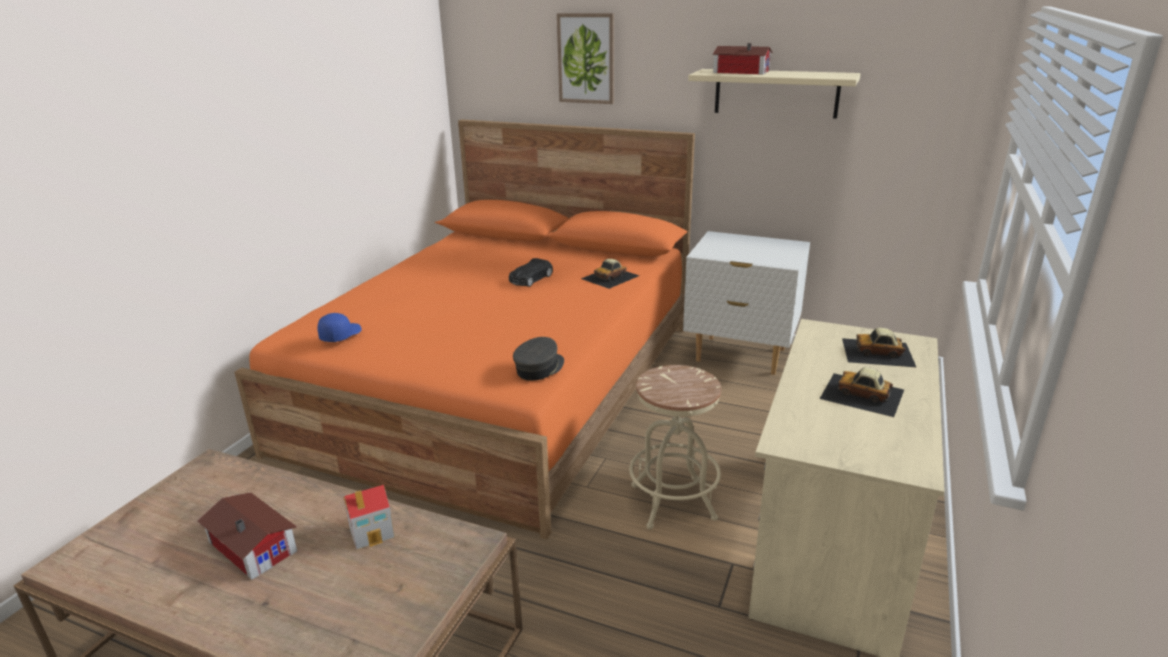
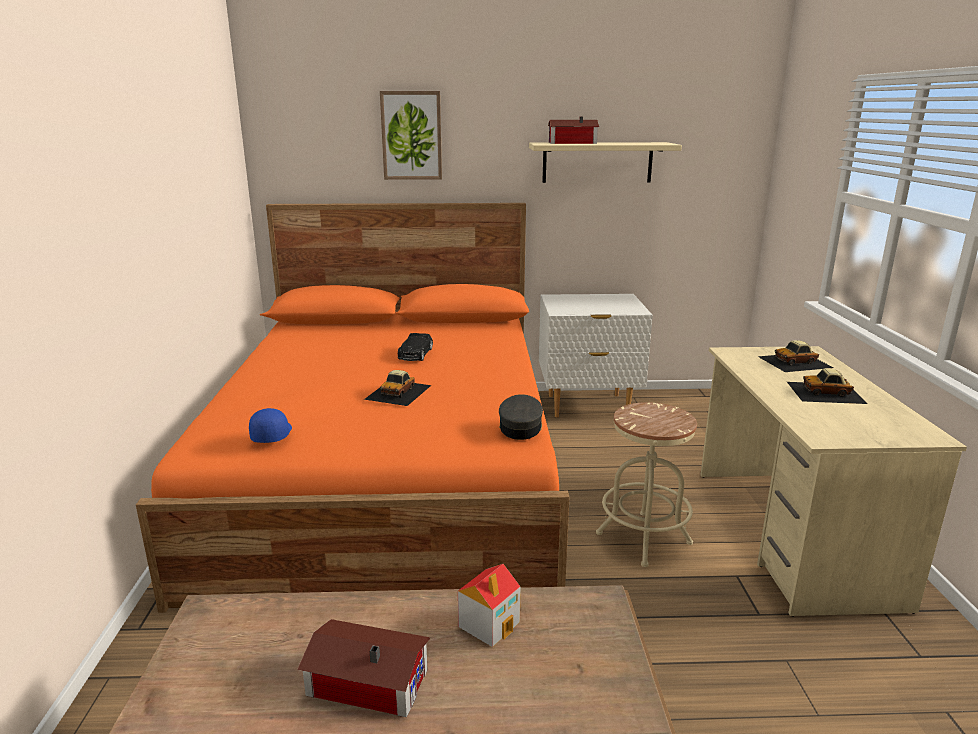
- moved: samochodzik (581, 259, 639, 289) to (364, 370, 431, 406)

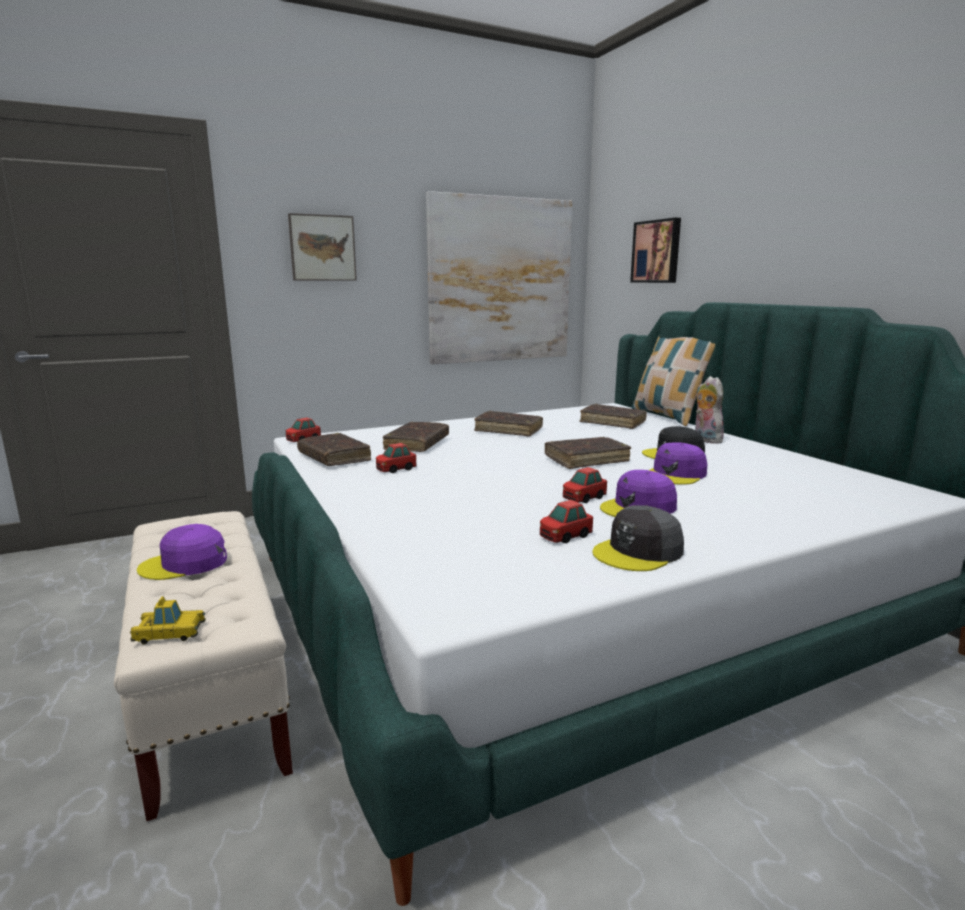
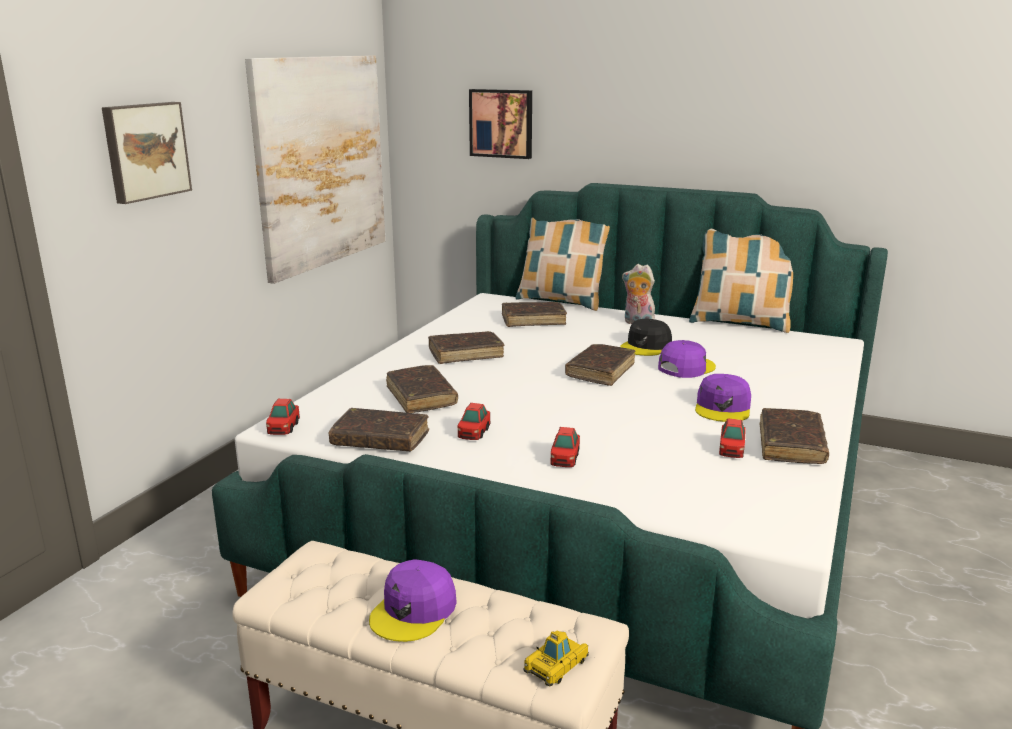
- moved: samochodzik (563, 467, 607, 503) to (551, 427, 580, 467)
- turned: czapka z daszkiem [fioletowy] (649, 442, 707, 485) = (658, 340, 716, 378) 135 degrees counterclockwise
- added: poduszka (689, 229, 793, 333)
- replaced: czapka z daszkiem [szary] (592, 505, 684, 571) to książka [brązowy] (759, 408, 829, 464)

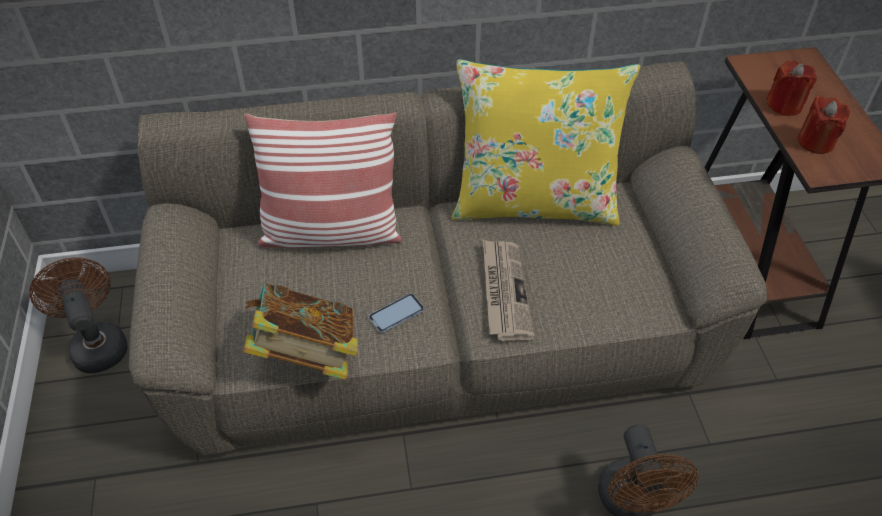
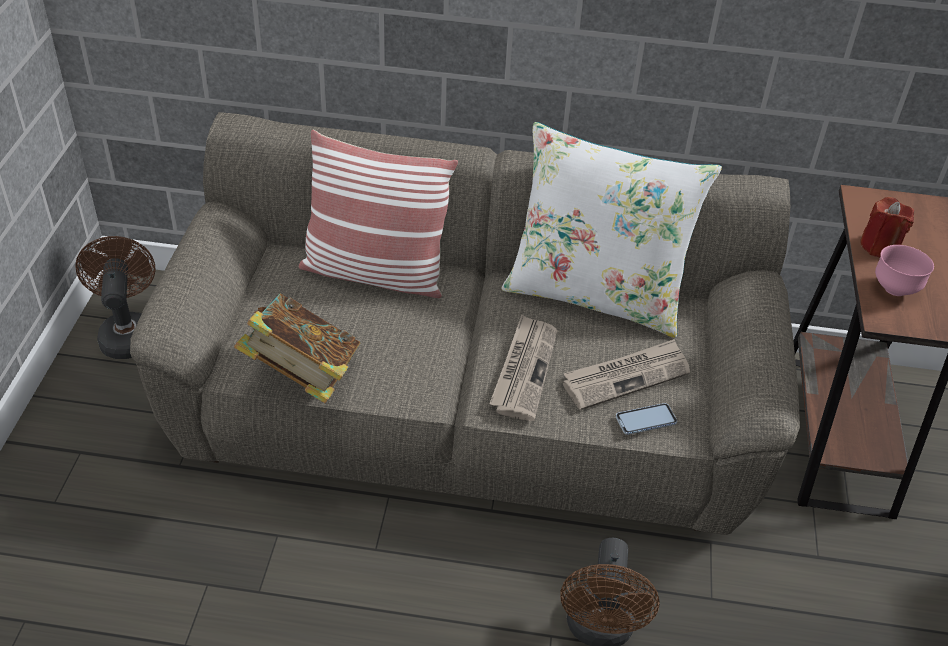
- recoloured: poduszka [żółty] (452, 59, 640, 226) to poduszka [biały] (501, 122, 722, 338)
- added: gazeta (562, 339, 690, 410)
- moved: telefon (369, 293, 424, 333) to (616, 403, 677, 435)
- replaced: świeca [czerwony] (798, 95, 850, 154) to miska [różowy] (875, 245, 934, 296)

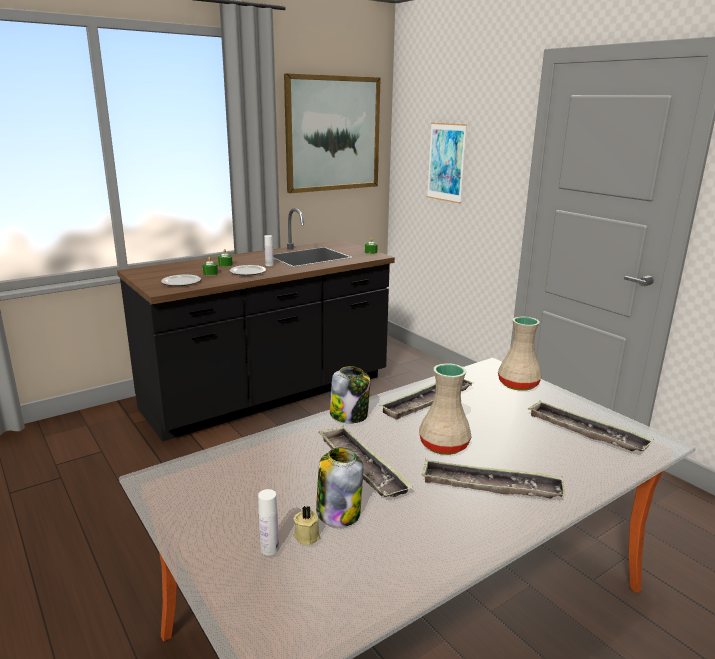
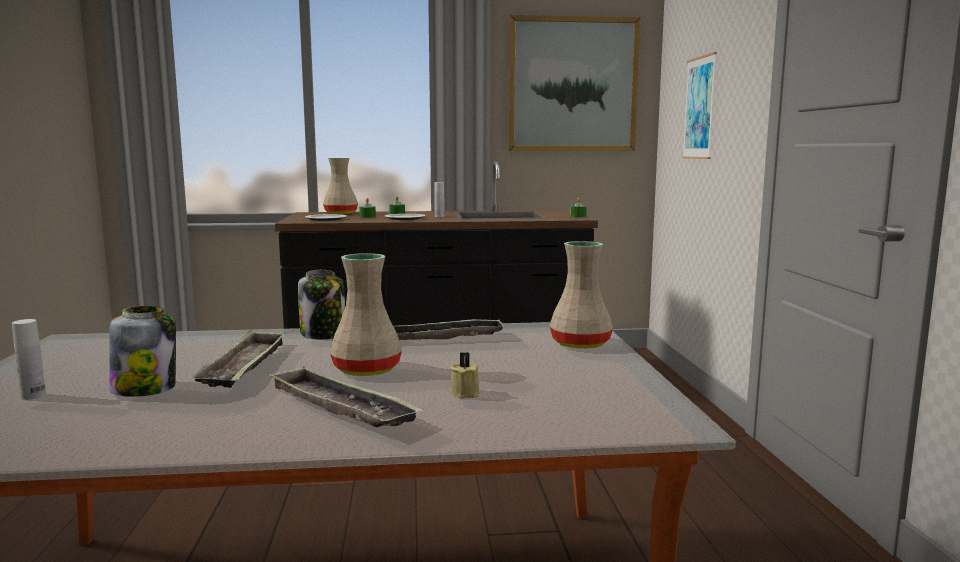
- added: wazon [beżowy] (323, 158, 358, 215)
- moved: świeca [beżowy] (294, 506, 320, 546) to (449, 352, 479, 399)
- removed: taca (528, 401, 654, 451)

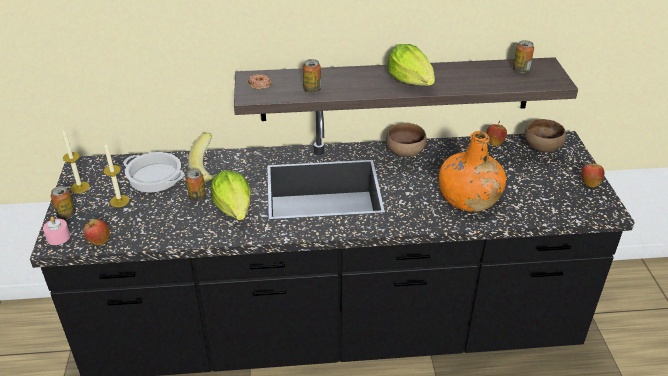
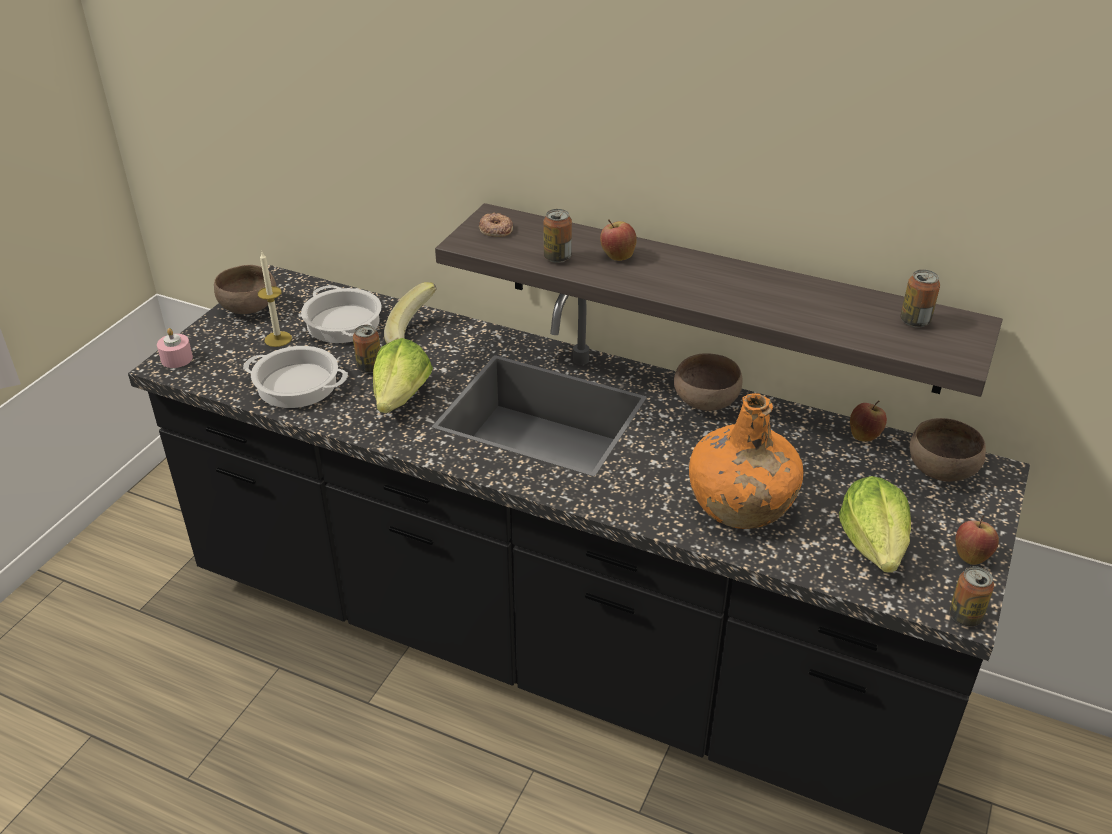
- replaced: świeca (62, 130, 90, 193) to miska [brązowy] (214, 265, 277, 314)
- added: garnek (243, 346, 348, 408)
- moved: jabłko (83, 219, 110, 245) to (600, 219, 637, 261)
- moved: sałata (387, 44, 435, 86) to (839, 476, 911, 573)
- moved: puszka (51, 186, 76, 219) to (949, 566, 994, 626)

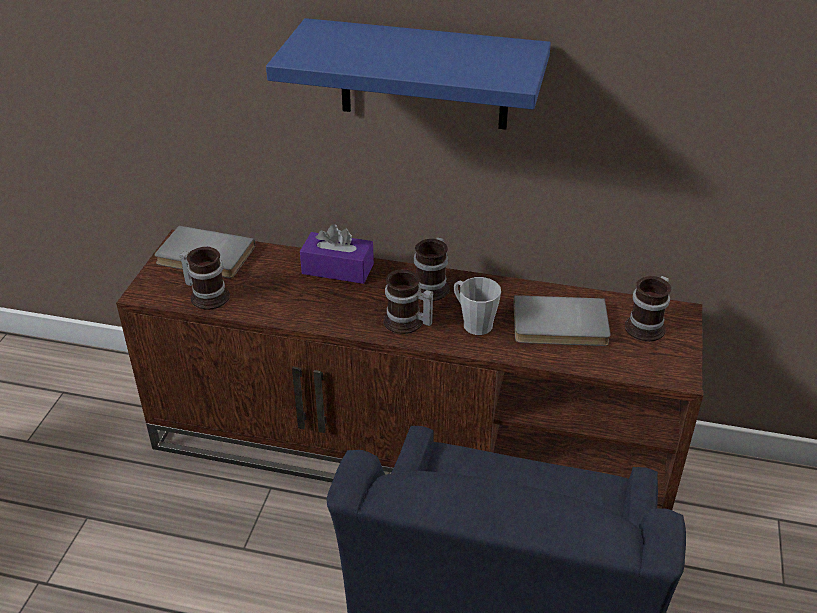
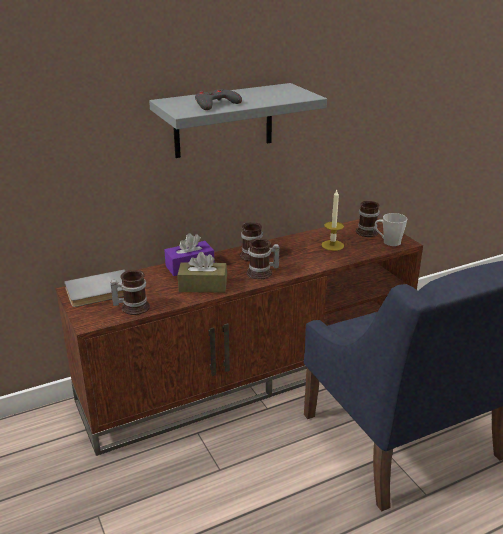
- recoloured: półka [niebieski] (266, 18, 551, 130) to półka [szary] (149, 83, 327, 158)
- added: pudełko chusteczek [brązowy] (178, 252, 227, 293)
- added: pad do gier [szary] (195, 89, 242, 110)
- replaced: książka [szary] (513, 295, 611, 346) to świeca (322, 190, 344, 251)
- moved: kubek [szary] (454, 277, 501, 335) to (375, 213, 408, 246)

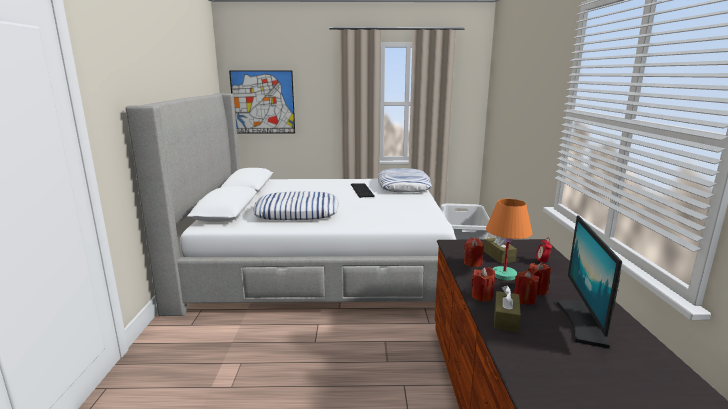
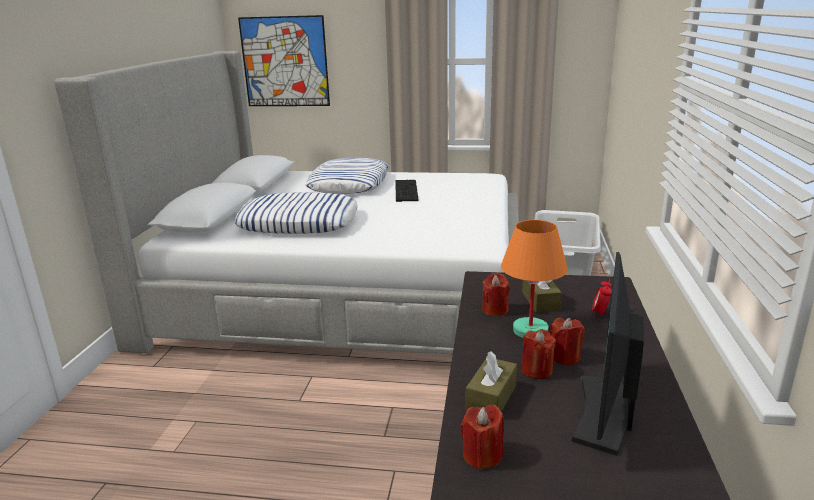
- moved: poduszka (378, 168, 432, 192) to (306, 158, 388, 194)
- moved: świeca [czerwony] (471, 267, 495, 302) to (460, 405, 504, 470)

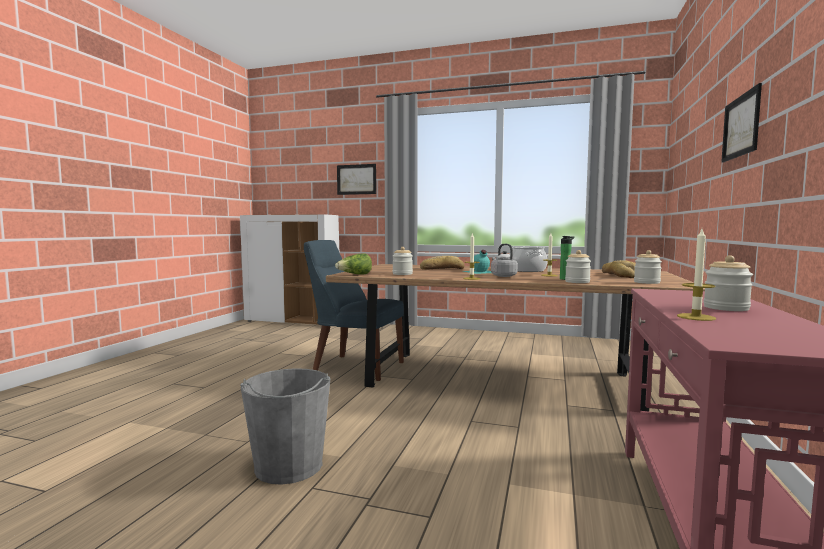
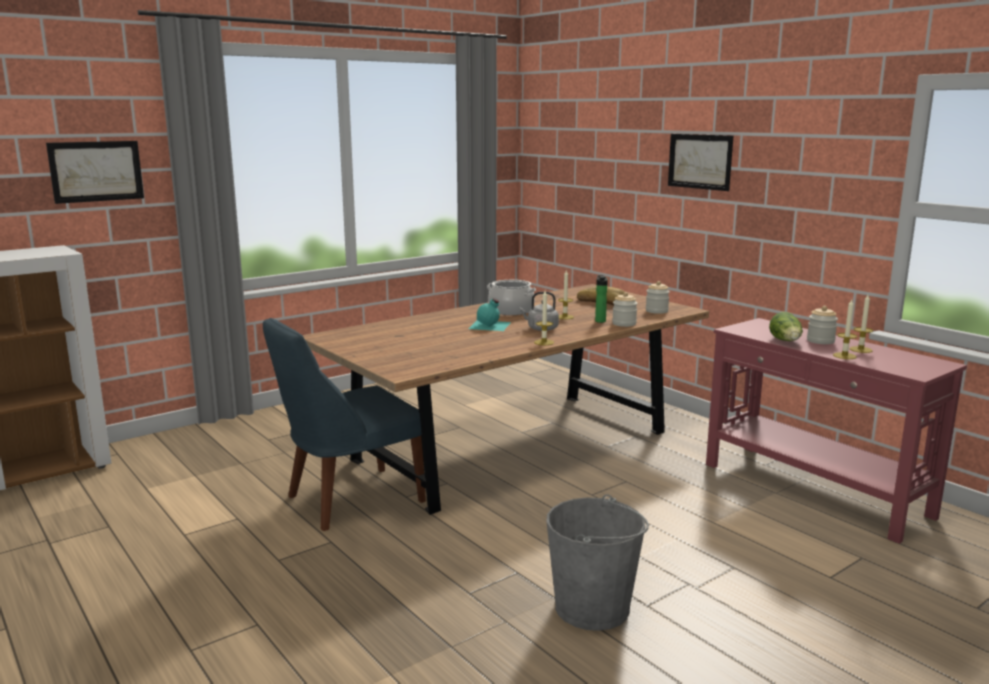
- moved: sałata (335, 253, 372, 274) to (769, 312, 803, 341)
- added: świeca (849, 295, 873, 353)
- removed: słoik (393, 247, 413, 275)
- removed: chleb (420, 256, 464, 270)

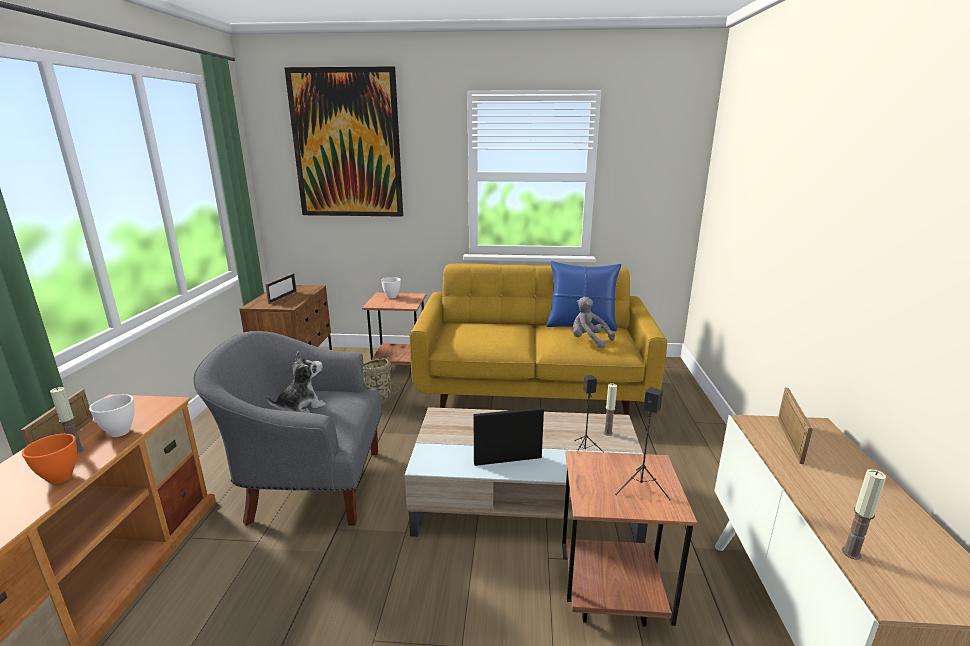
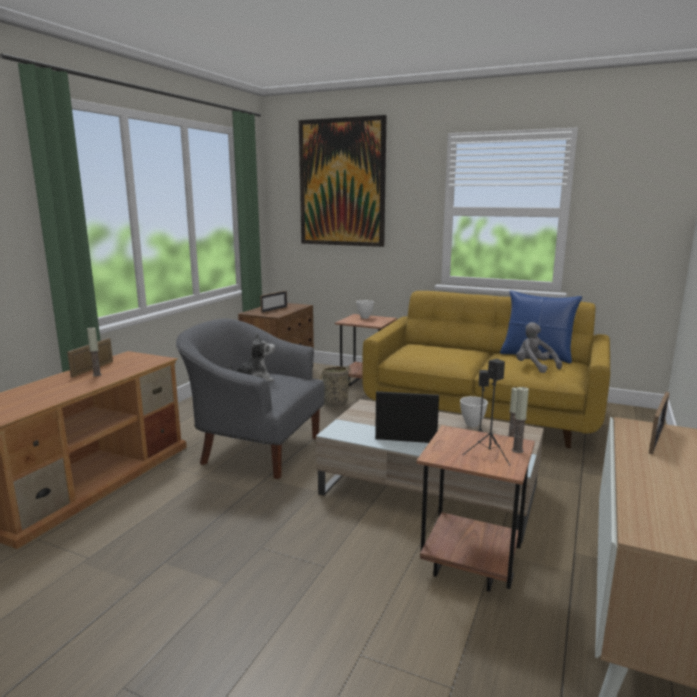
- moved: miska [biały] (89, 394, 134, 437) to (460, 396, 488, 427)
- moved: świeca (842, 469, 886, 560) to (512, 387, 529, 453)
- removed: miska [pomarańczowy] (22, 434, 77, 484)

